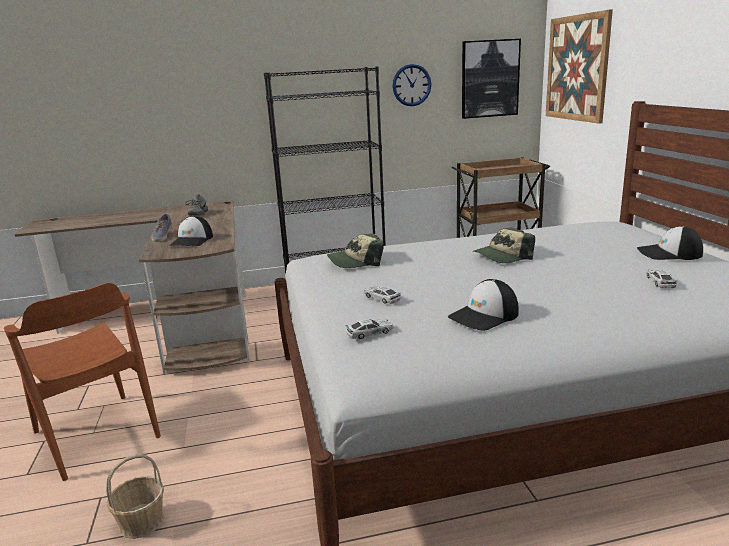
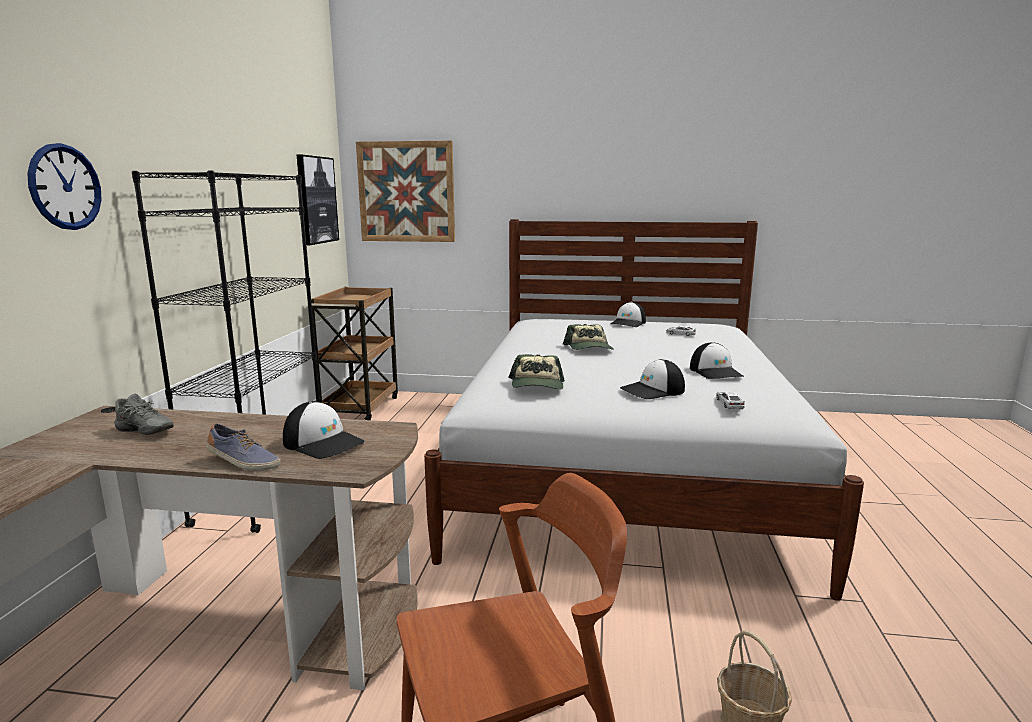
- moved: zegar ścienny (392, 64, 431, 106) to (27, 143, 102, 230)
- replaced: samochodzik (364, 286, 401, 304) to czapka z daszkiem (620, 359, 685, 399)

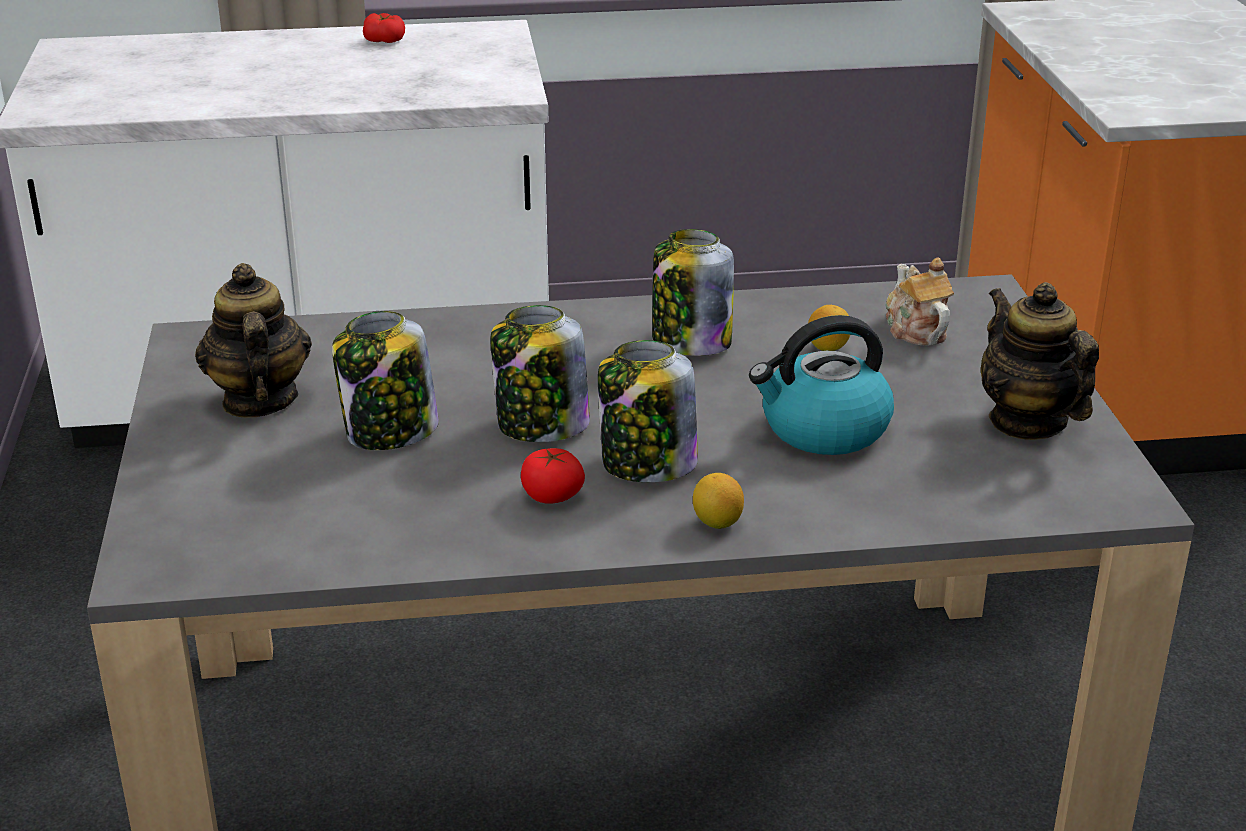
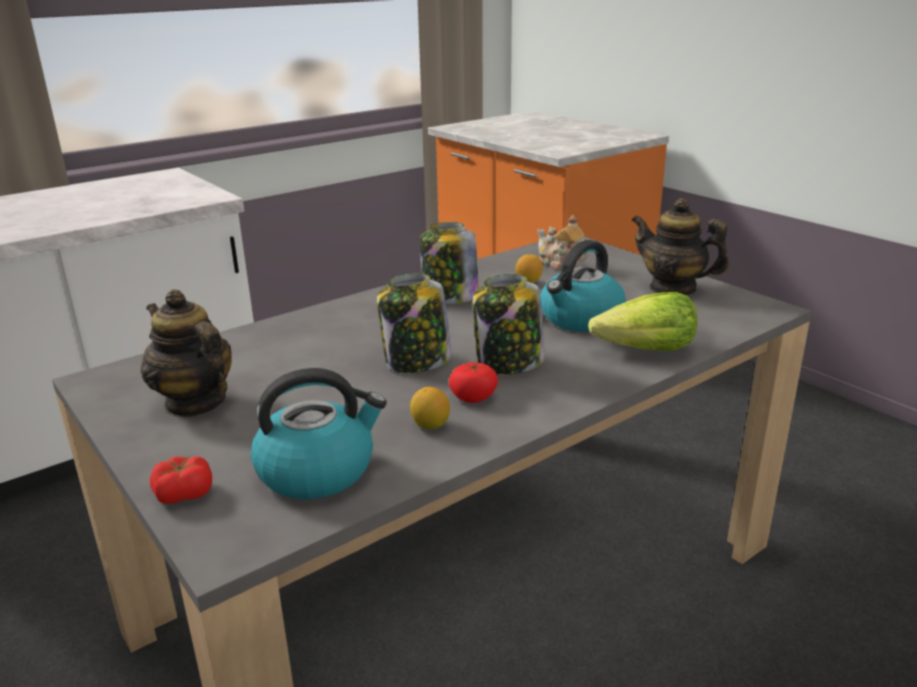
- moved: pomidor (363, 13, 405, 43) to (150, 456, 212, 504)
- added: czajnik (251, 368, 387, 499)
- moved: cytryna (693, 473, 744, 529) to (410, 387, 450, 429)
- added: sałata (588, 292, 698, 351)
- removed: słoik (332, 311, 439, 450)

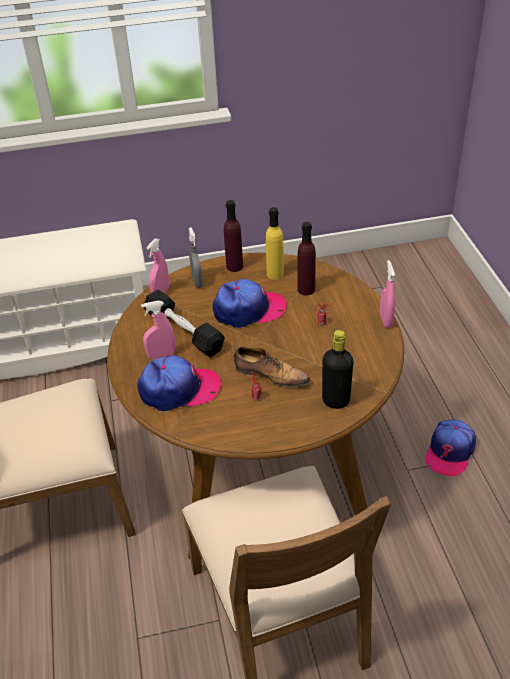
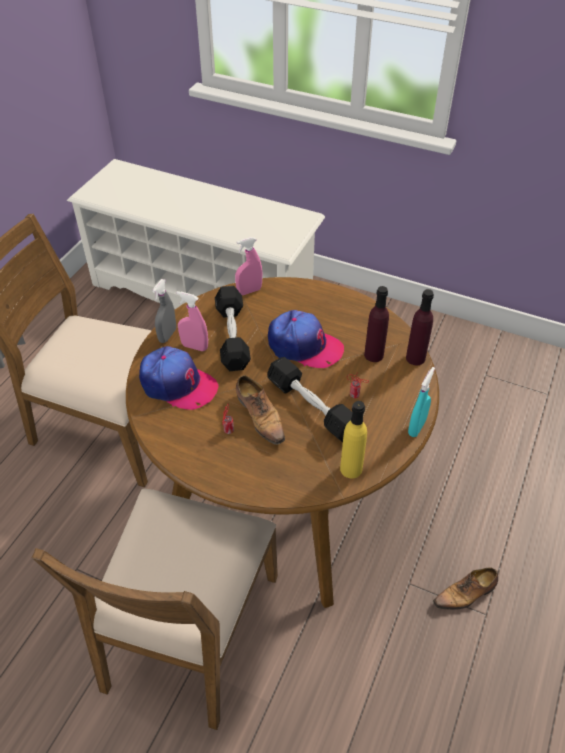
- moved: spryskiwacz [szary] (189, 227, 203, 288) to (152, 279, 176, 343)
- added: hantel [czarny] (267, 357, 352, 443)
- moved: butelka [żółty] (266, 207, 284, 280) to (340, 401, 367, 478)
- moved: butelka [fioletowy] (224, 200, 243, 272) to (406, 289, 434, 365)
- recoloured: spryskiwacz [różowy] (380, 260, 395, 328) to spryskiwacz [turkusowy] (408, 367, 435, 437)
- replaced: czapka z daszkiem (425, 420, 476, 476) to but (433, 568, 498, 610)
- removed: butelka [czarny] (322, 330, 354, 409)

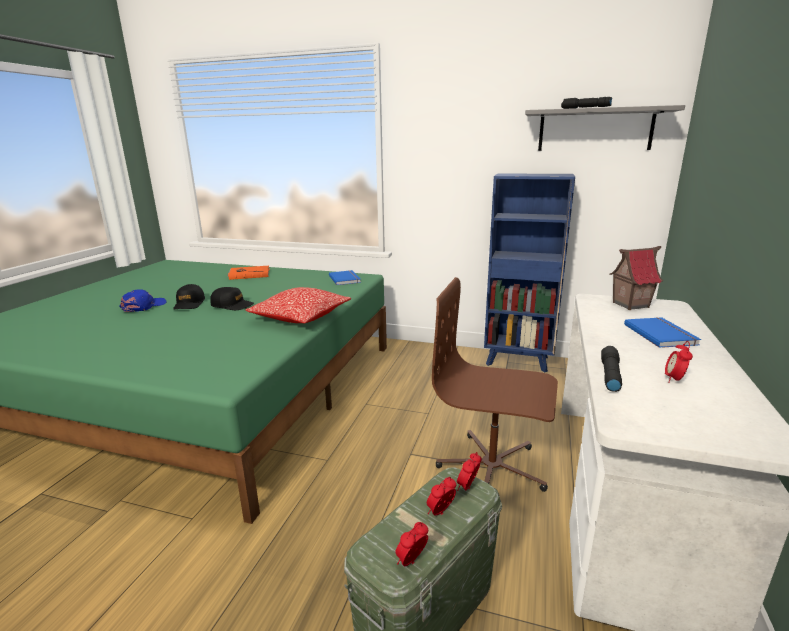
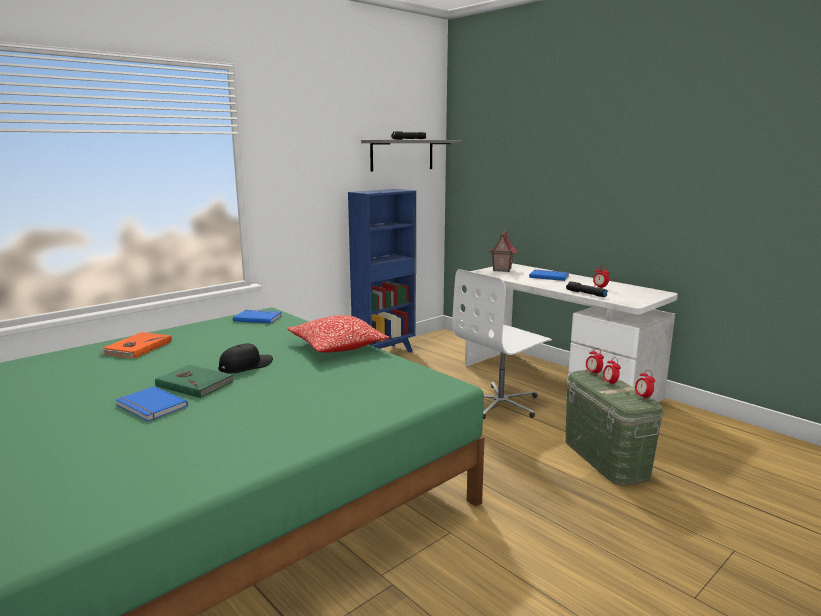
- replaced: czapka z daszkiem [niebieski] (119, 289, 166, 312) to książka [niebieski] (116, 386, 188, 421)
- replaced: czapka z daszkiem [czarny] (173, 284, 205, 309) to książka [zielony] (155, 365, 234, 398)
- recoloured: krzesło biurowe [brązowy] (432, 277, 558, 492) to krzesło biurowe [biały] (452, 269, 552, 419)

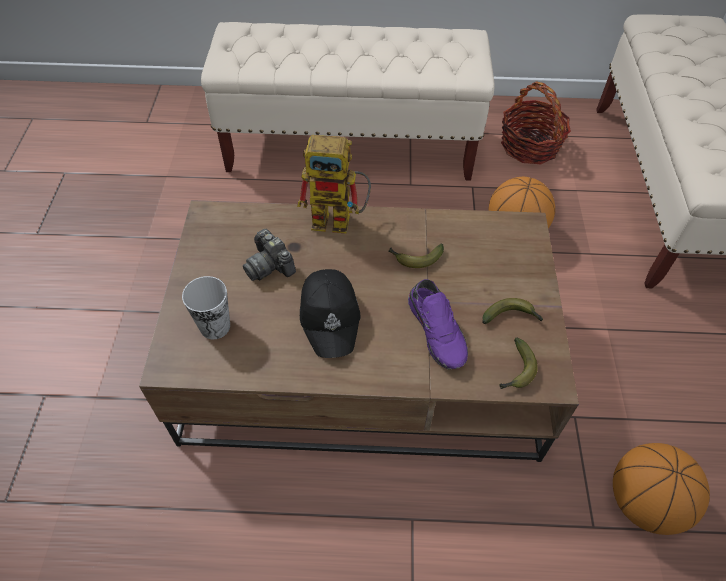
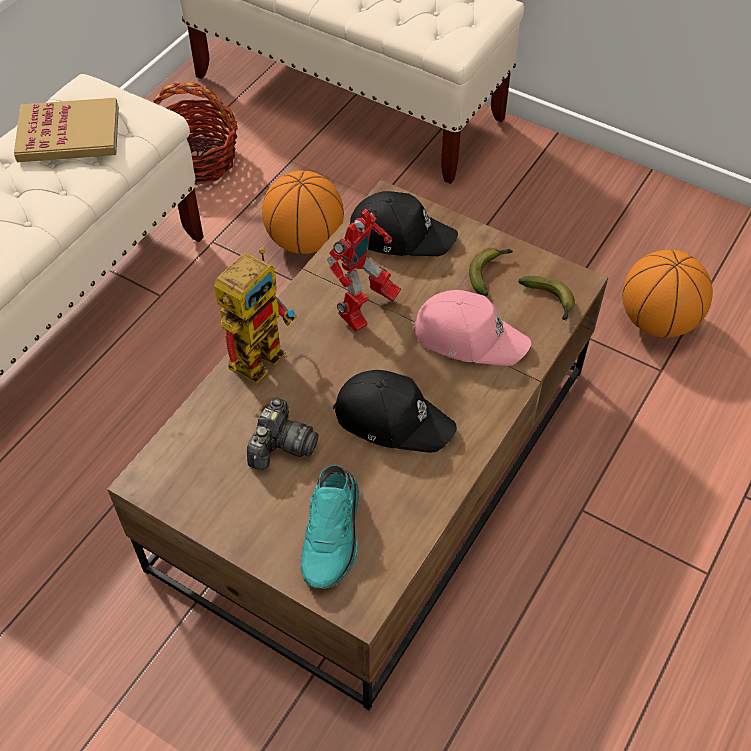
- added: książka (14, 98, 119, 162)
- turned: aparat fotograficzny (243, 229, 296, 281) = (247, 398, 319, 470) 60 degrees counterclockwise
- replaced: filiżanka (182, 276, 230, 339) to but [turkusowy] (301, 465, 359, 588)
- replaced: banan (389, 243, 444, 268) to robot zabawkowy (327, 207, 401, 333)
- added: czapka z daszkiem [czarny] (350, 191, 458, 256)
- replaced: but [fioletowy] (408, 279, 468, 370) to czapka z daszkiem [różowy] (412, 290, 531, 366)

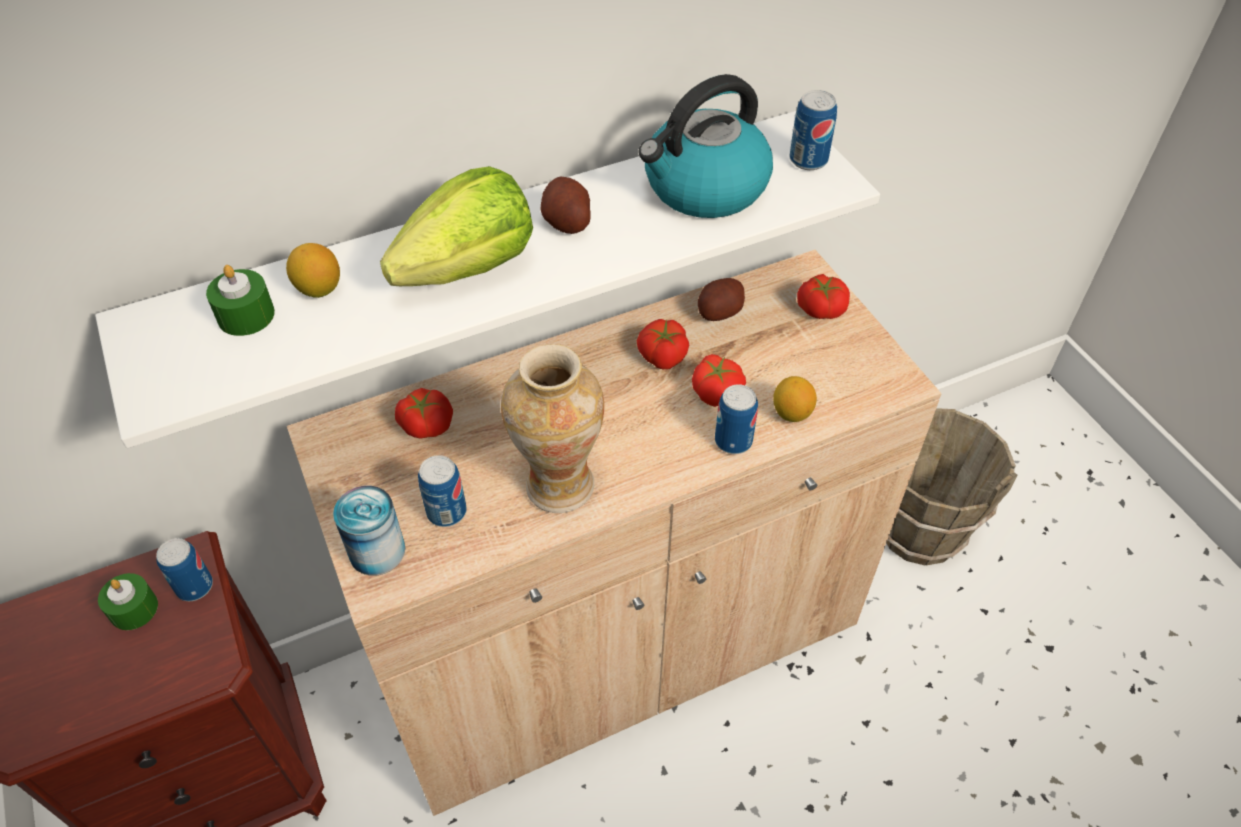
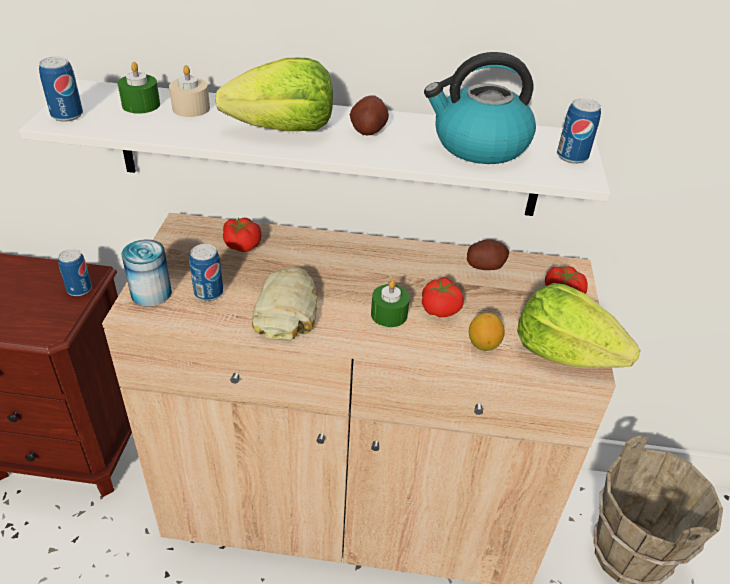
- moved: puszka (715, 384, 758, 454) to (39, 57, 83, 122)
- replaced: cytryna (286, 243, 340, 298) to świeca [beżowy] (169, 65, 210, 117)
- replaced: wazon (501, 344, 604, 513) to chleb (252, 267, 317, 341)
- moved: świeca [zielony] (98, 573, 158, 630) to (371, 280, 410, 327)
- added: sałata (517, 283, 640, 368)
- removed: pomidor (637, 319, 689, 369)

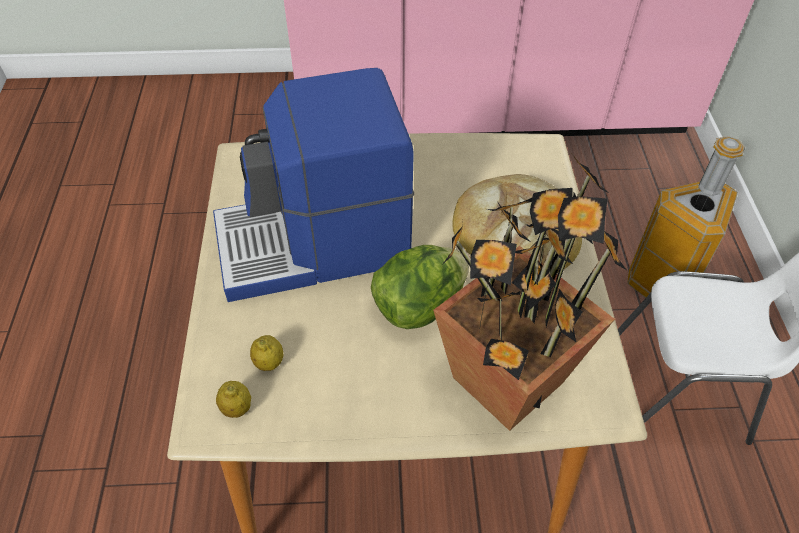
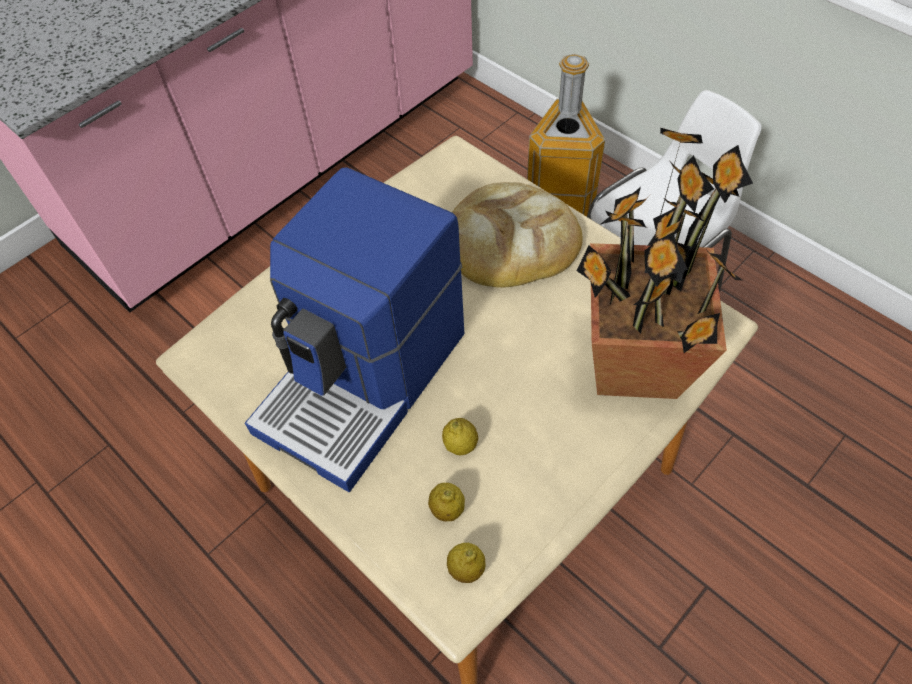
- added: cytryna (442, 418, 478, 455)
- removed: sałata (371, 245, 469, 329)

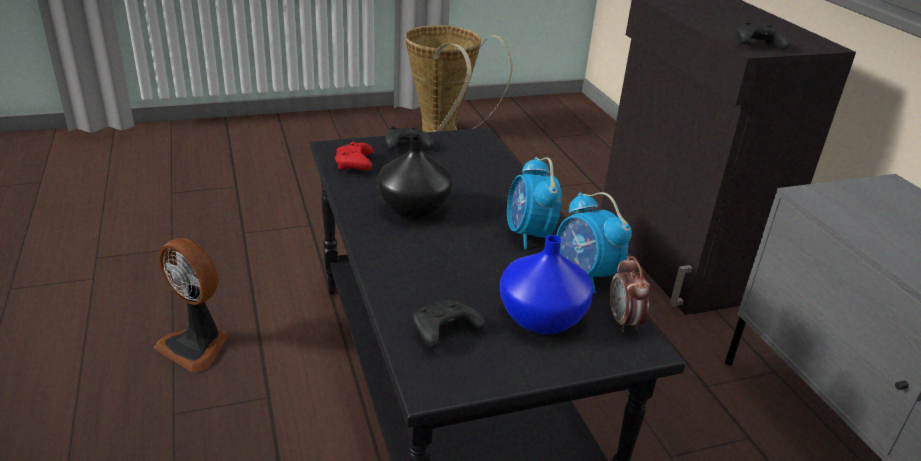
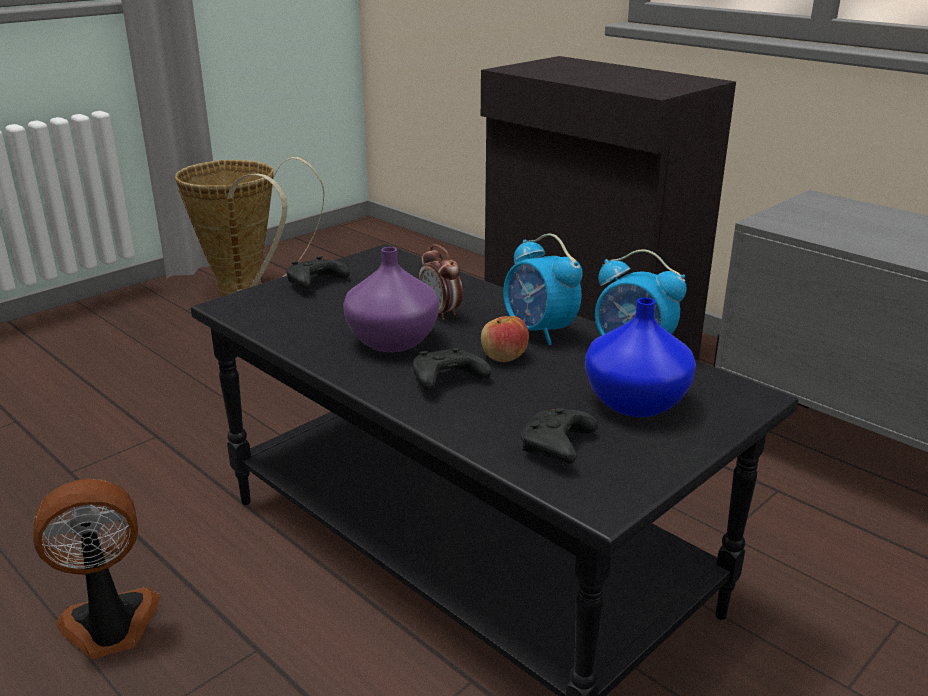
- turned: wentylator (154, 238, 228, 373) = (33, 479, 160, 659) 150 degrees clockwise
- recoloured: wazon [czarny] (377, 136, 453, 219) to wazon [fioletowy] (343, 247, 439, 352)
- moved: pad do gier [czarny] (737, 22, 790, 49) to (413, 348, 491, 390)
- moved: budzik (610, 256, 651, 333) to (419, 244, 463, 320)
- added: jabłko (481, 316, 529, 362)
- removed: pad do gier [czerwony] (335, 142, 373, 170)

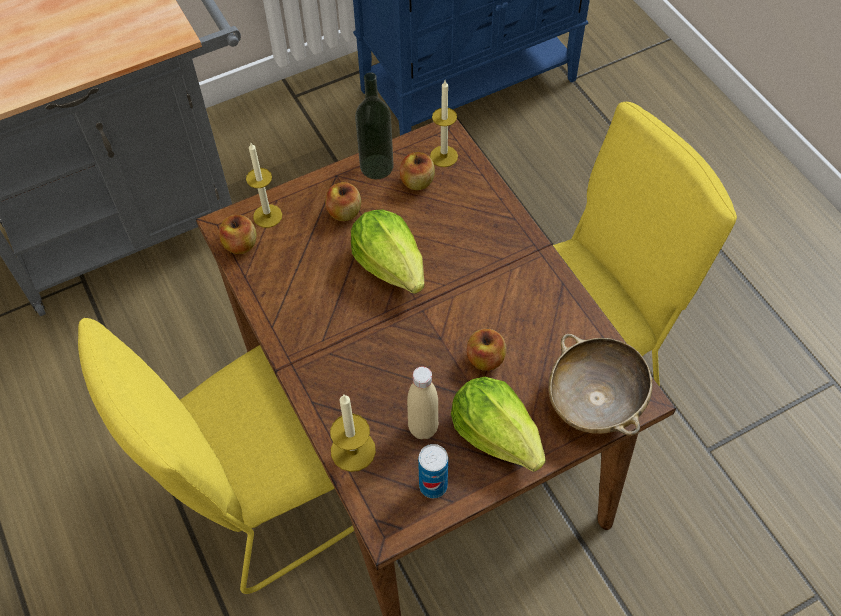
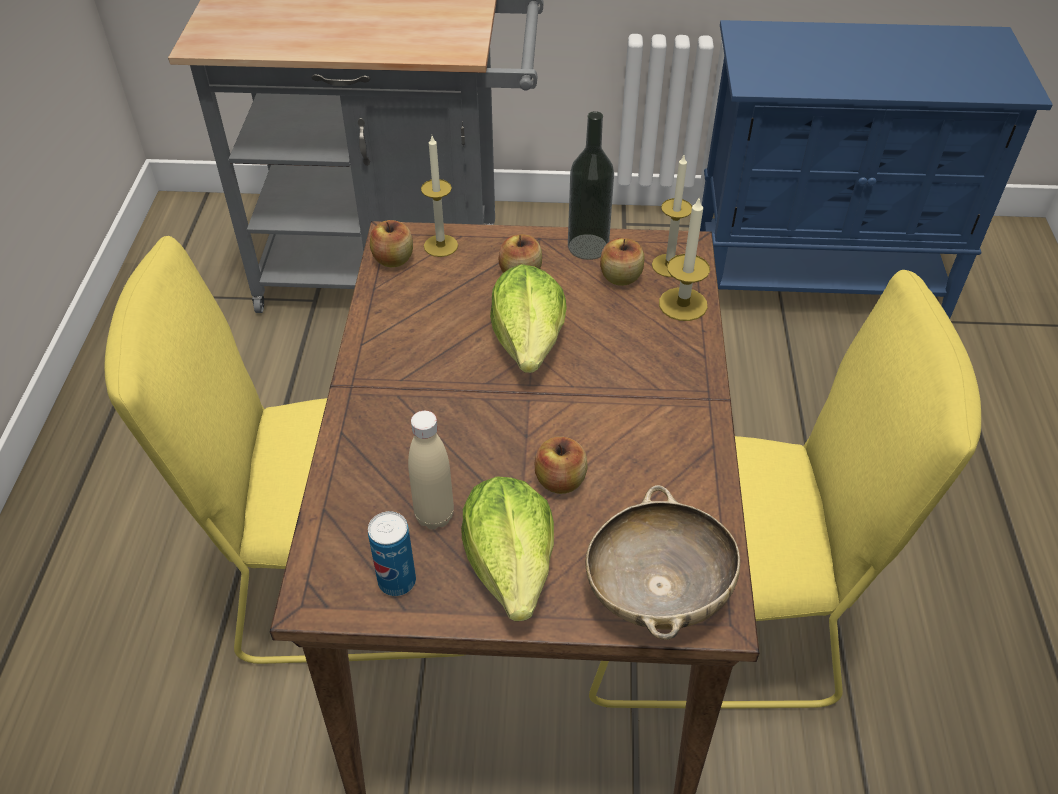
- moved: świeca (330, 395, 376, 472) to (659, 196, 710, 321)

